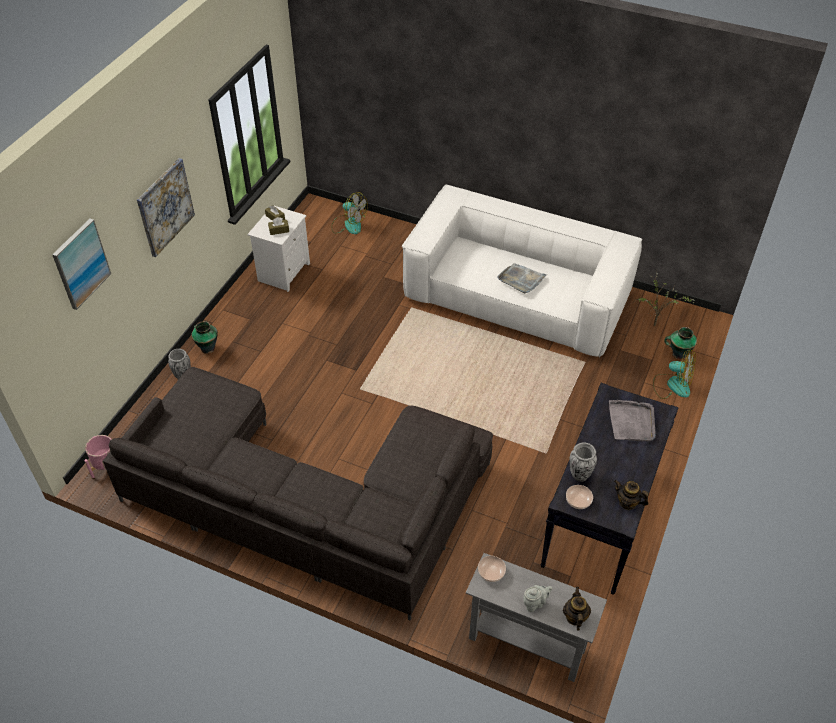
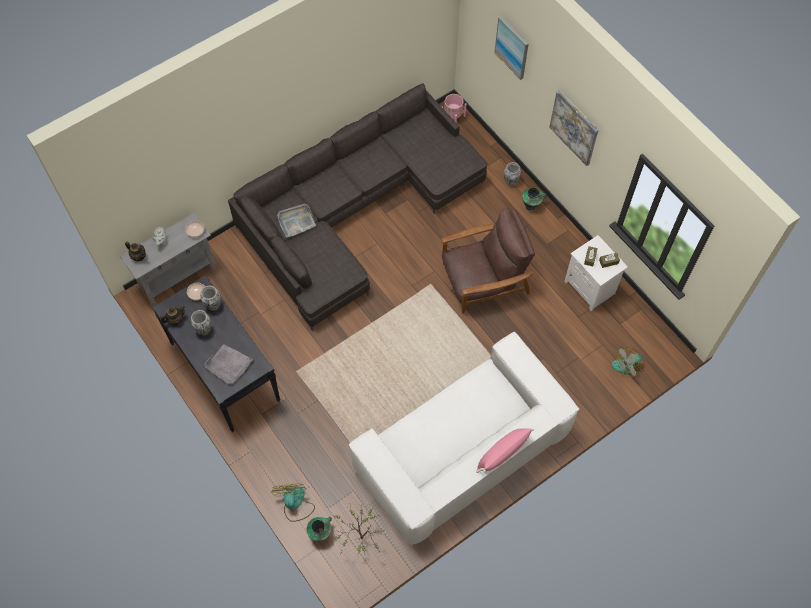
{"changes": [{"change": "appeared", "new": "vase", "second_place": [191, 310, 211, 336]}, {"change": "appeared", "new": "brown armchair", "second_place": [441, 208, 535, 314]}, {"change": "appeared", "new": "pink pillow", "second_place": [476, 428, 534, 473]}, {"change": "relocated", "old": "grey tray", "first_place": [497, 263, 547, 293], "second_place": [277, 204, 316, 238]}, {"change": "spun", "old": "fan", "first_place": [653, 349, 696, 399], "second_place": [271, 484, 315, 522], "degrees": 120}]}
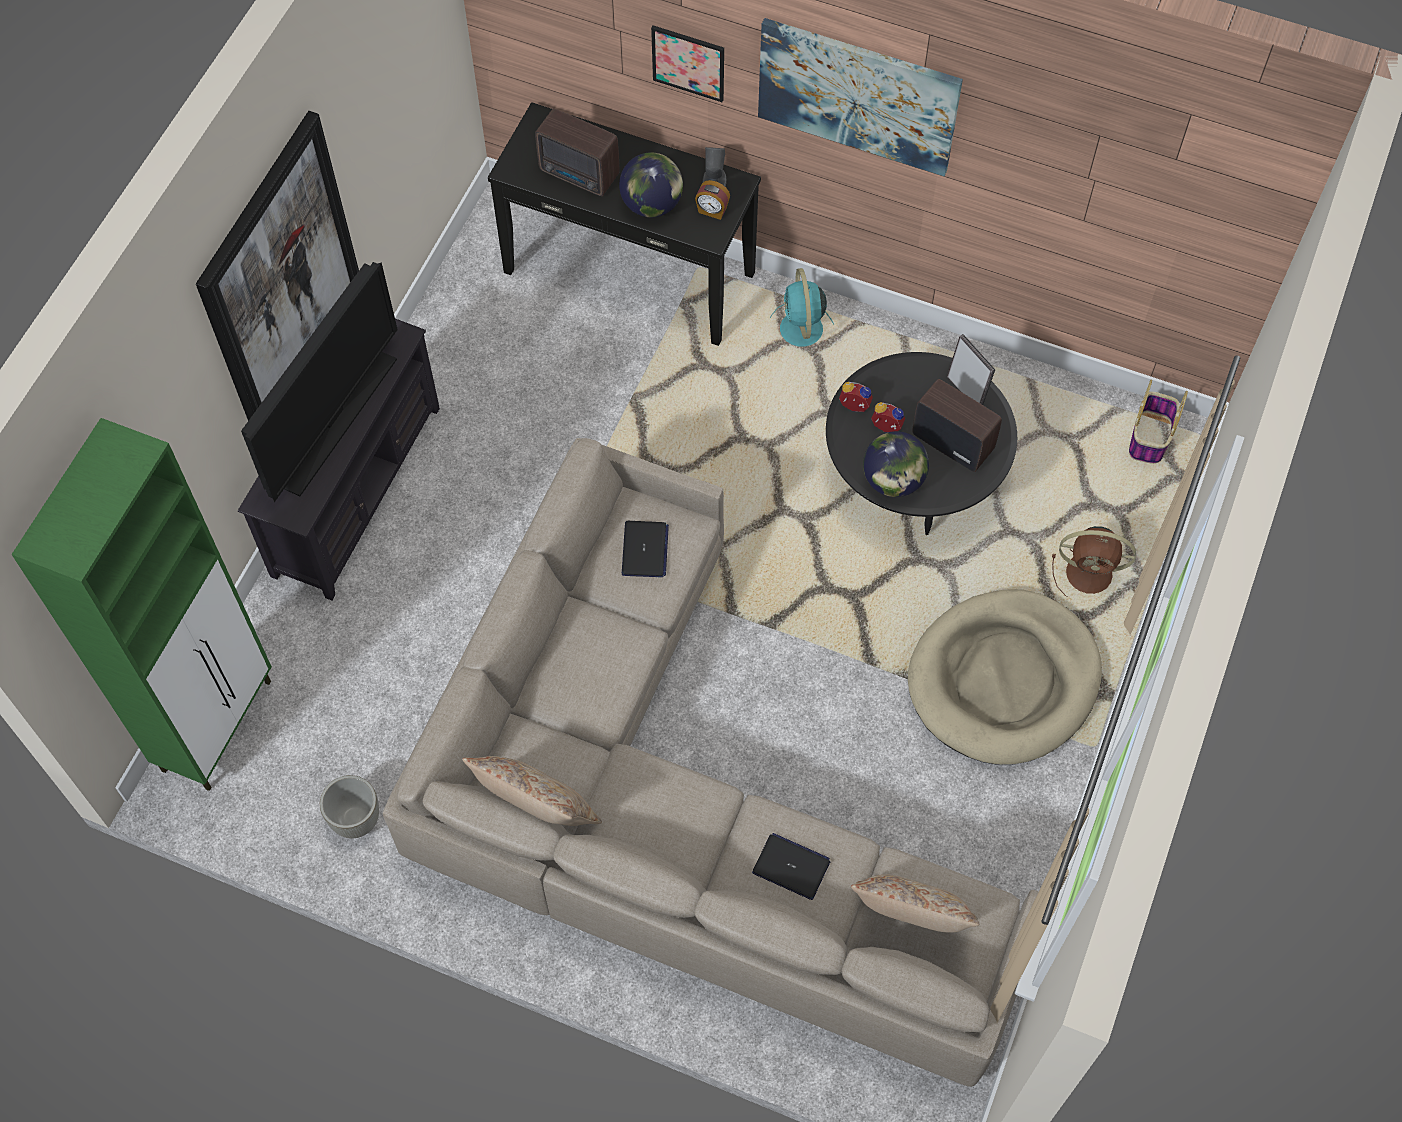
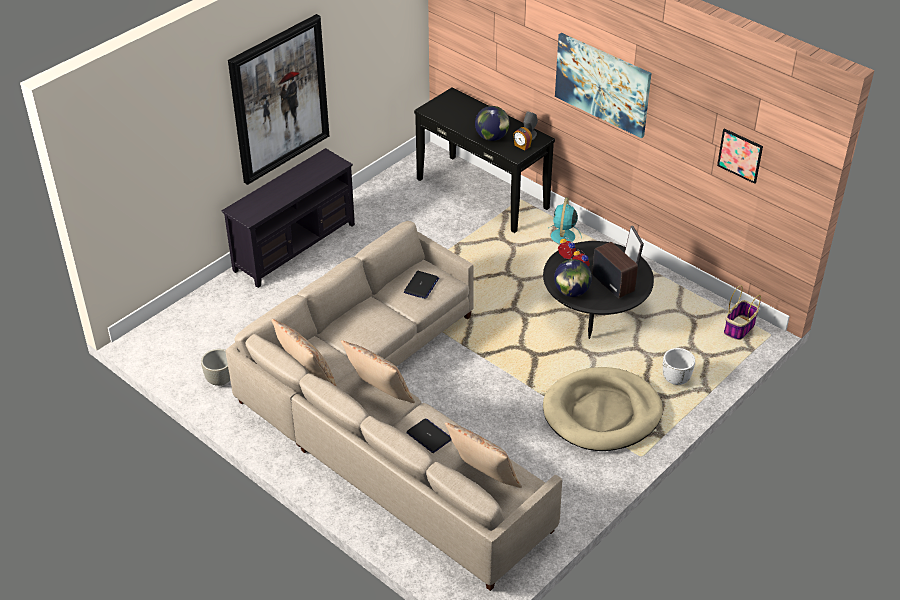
{"changes": [{"change": "missing", "old": "green cabinet", "first_place": [11, 418, 272, 791]}, {"change": "missing", "old": "television", "first_place": [241, 262, 398, 502]}, {"change": "missing", "old": "radio", "first_place": [535, 108, 620, 196]}, {"change": "appeared", "new": "beige pillow", "second_place": [341, 340, 415, 403]}, {"change": "relocated", "old": "picture", "first_place": [651, 25, 724, 102], "second_place": [717, 128, 763, 184]}, {"change": "exchanged", "old": "brown fan", "new": "white planter", "first_place": [1052, 526, 1136, 597], "second_place": [663, 348, 695, 385]}]}
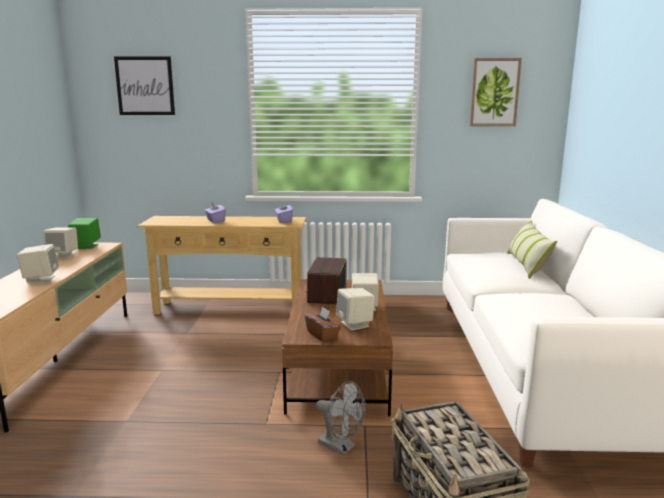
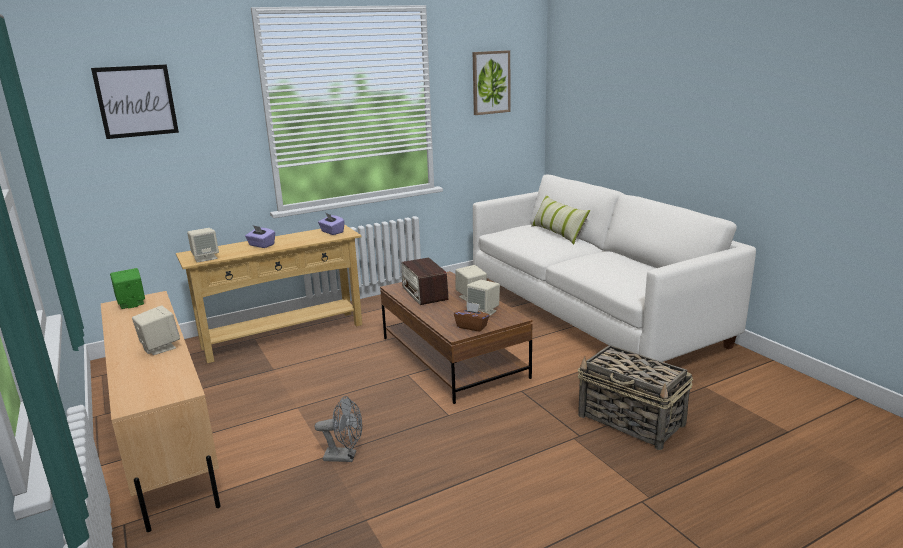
{"changes": [{"change": "relocated", "old": "beige speaker", "first_place": [43, 227, 78, 259], "second_place": [187, 228, 219, 263]}, {"change": "relocated", "old": "grey fan", "first_place": [316, 381, 366, 455], "second_place": [315, 396, 362, 462]}]}
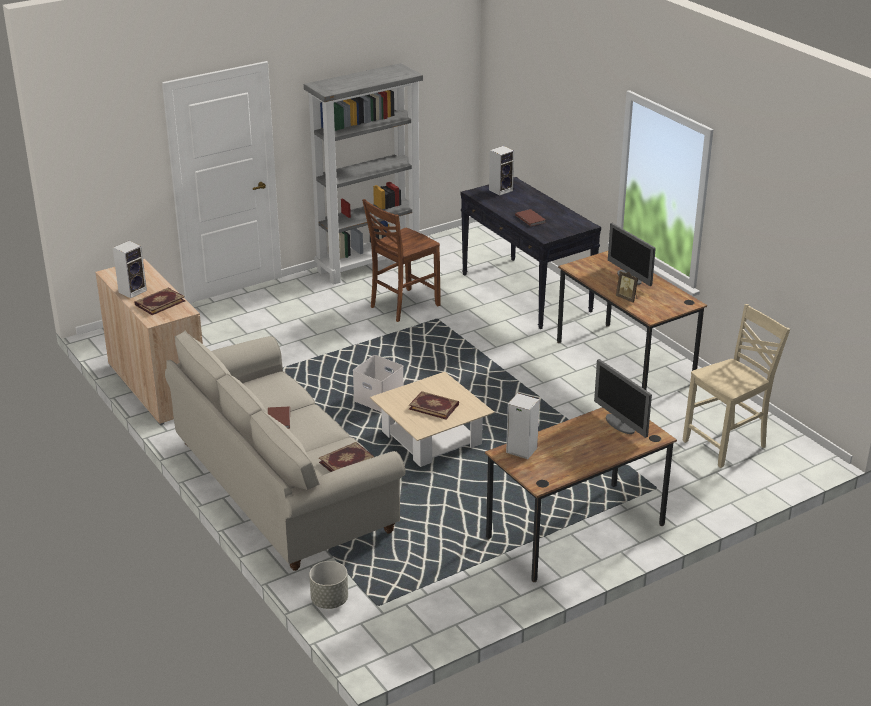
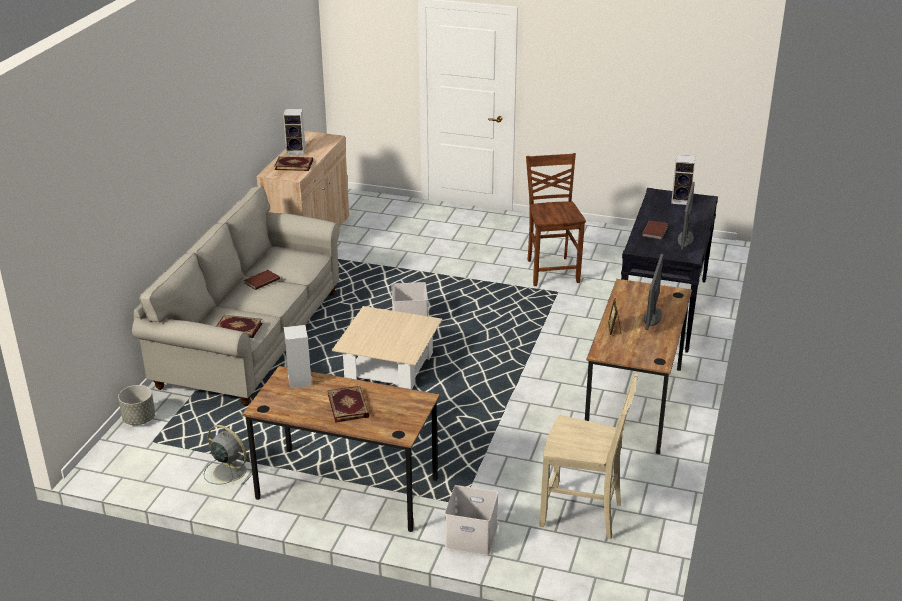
{"changes": [{"change": "missing", "old": "grey bookcase", "first_place": [304, 63, 423, 285]}, {"change": "appeared", "new": "grey fan", "second_place": [203, 425, 252, 485]}, {"change": "appeared", "new": "white storage box", "second_place": [445, 485, 498, 556]}, {"change": "relocated", "old": "book", "first_place": [409, 391, 459, 419], "second_place": [328, 386, 369, 423]}, {"change": "relocated", "old": "monitor", "first_place": [594, 359, 652, 438], "second_place": [678, 182, 695, 249]}, {"change": "spun", "old": "brown chair", "first_place": [362, 199, 441, 322], "second_place": [526, 153, 586, 286], "degrees": 75}]}
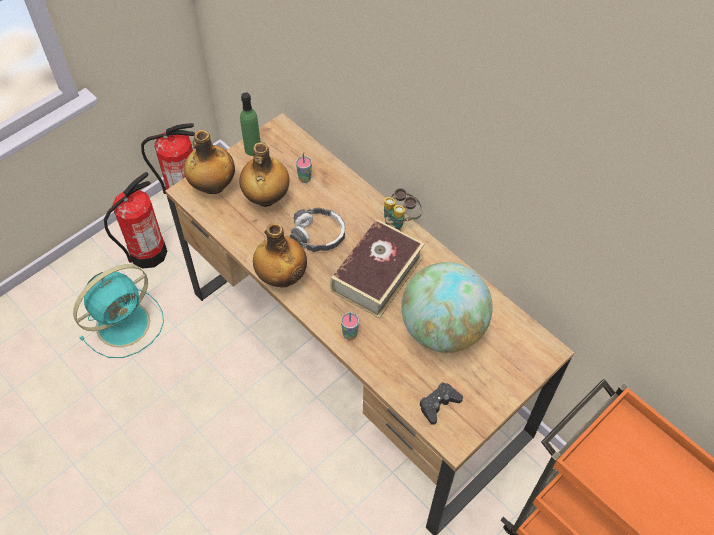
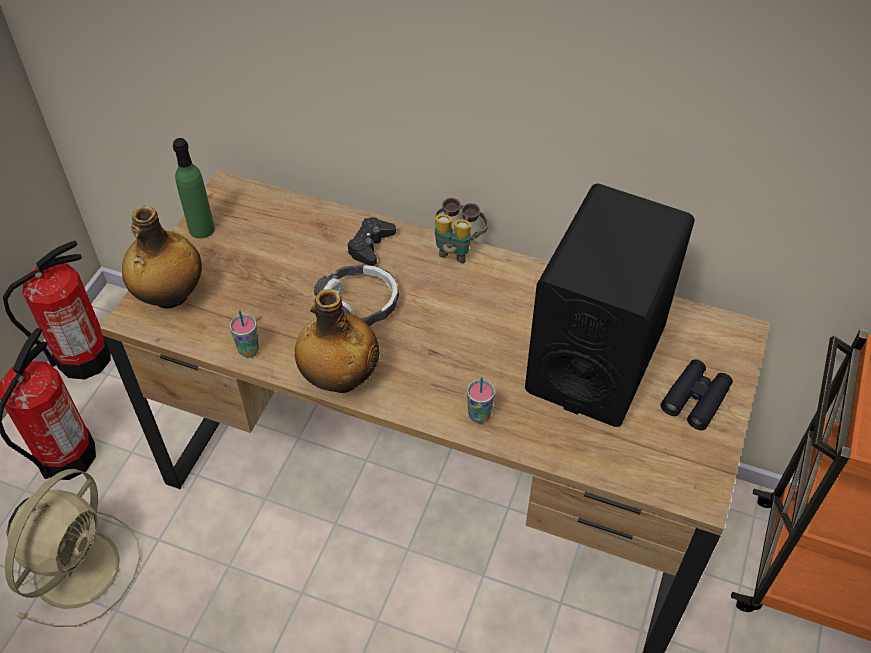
{"changes": [{"change": "missing", "old": "bottle", "first_place": [239, 142, 290, 207]}, {"change": "missing", "old": "book", "first_place": [330, 219, 425, 319]}, {"change": "appeared", "new": "black binoculars", "second_place": [661, 359, 733, 430]}, {"change": "relocated", "old": "cup", "first_place": [296, 153, 312, 183], "second_place": [230, 310, 259, 358]}, {"change": "relocated", "old": "black game controller", "first_place": [419, 382, 463, 425], "second_place": [347, 217, 396, 266]}, {"change": "exchanged", "old": "globe", "new": "black speaker", "first_place": [401, 262, 493, 353], "second_place": [525, 184, 695, 427]}, {"change": "colour", "old": "turquoise fan", "new": "beige fan", "first_place": [73, 264, 164, 358], "second_place": [5, 469, 140, 627]}]}
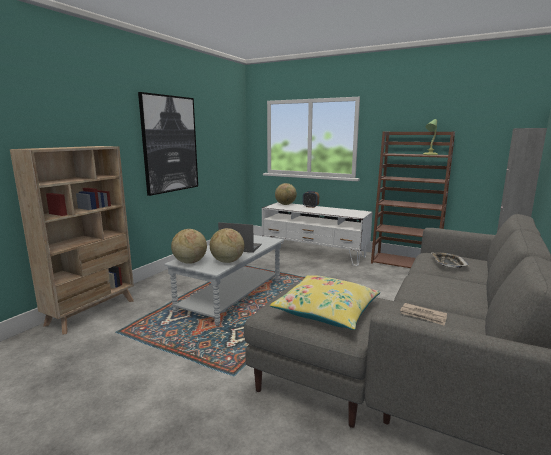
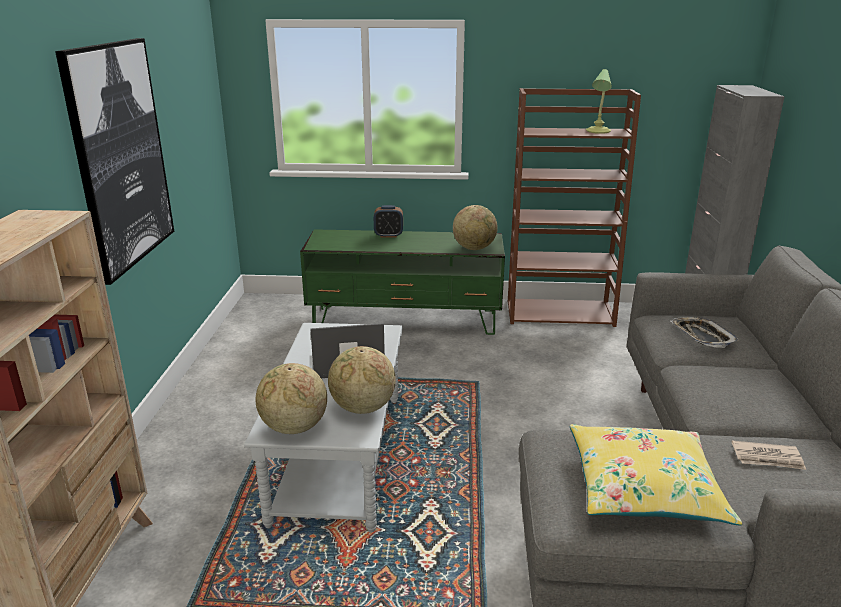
{"changes": [{"change": "relocated", "old": "globe", "first_place": [275, 183, 297, 205], "second_place": [453, 205, 498, 250]}, {"change": "colour", "old": "white tv stand", "new": "green tv stand", "first_place": [262, 202, 373, 266], "second_place": [300, 229, 505, 335]}]}
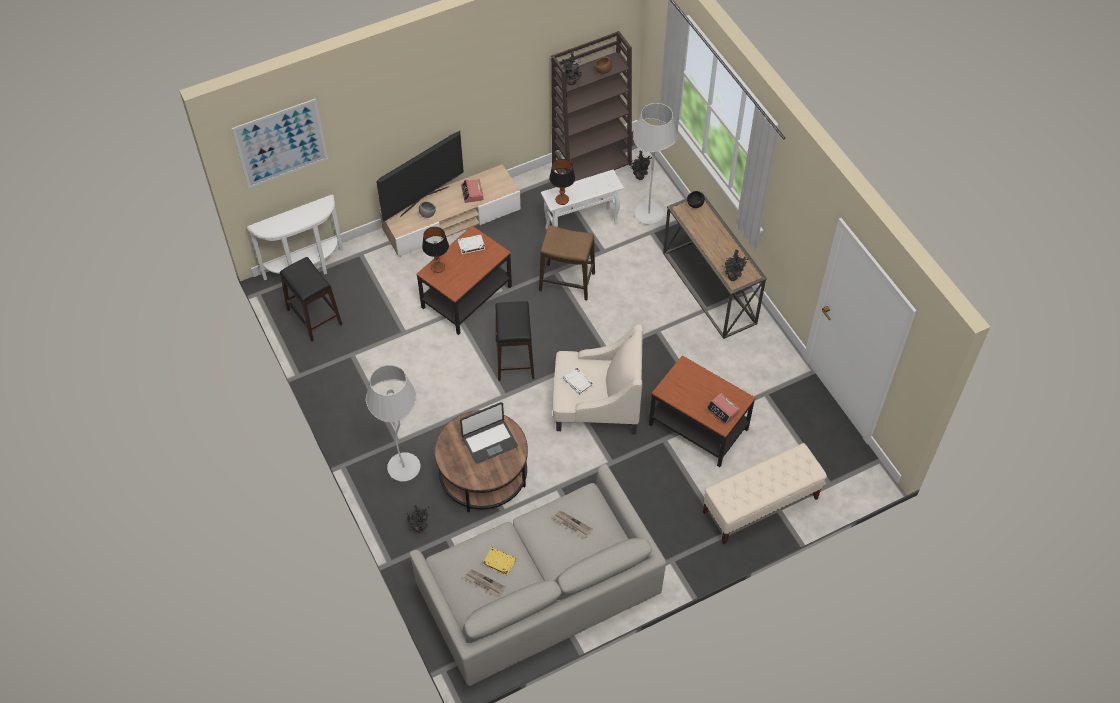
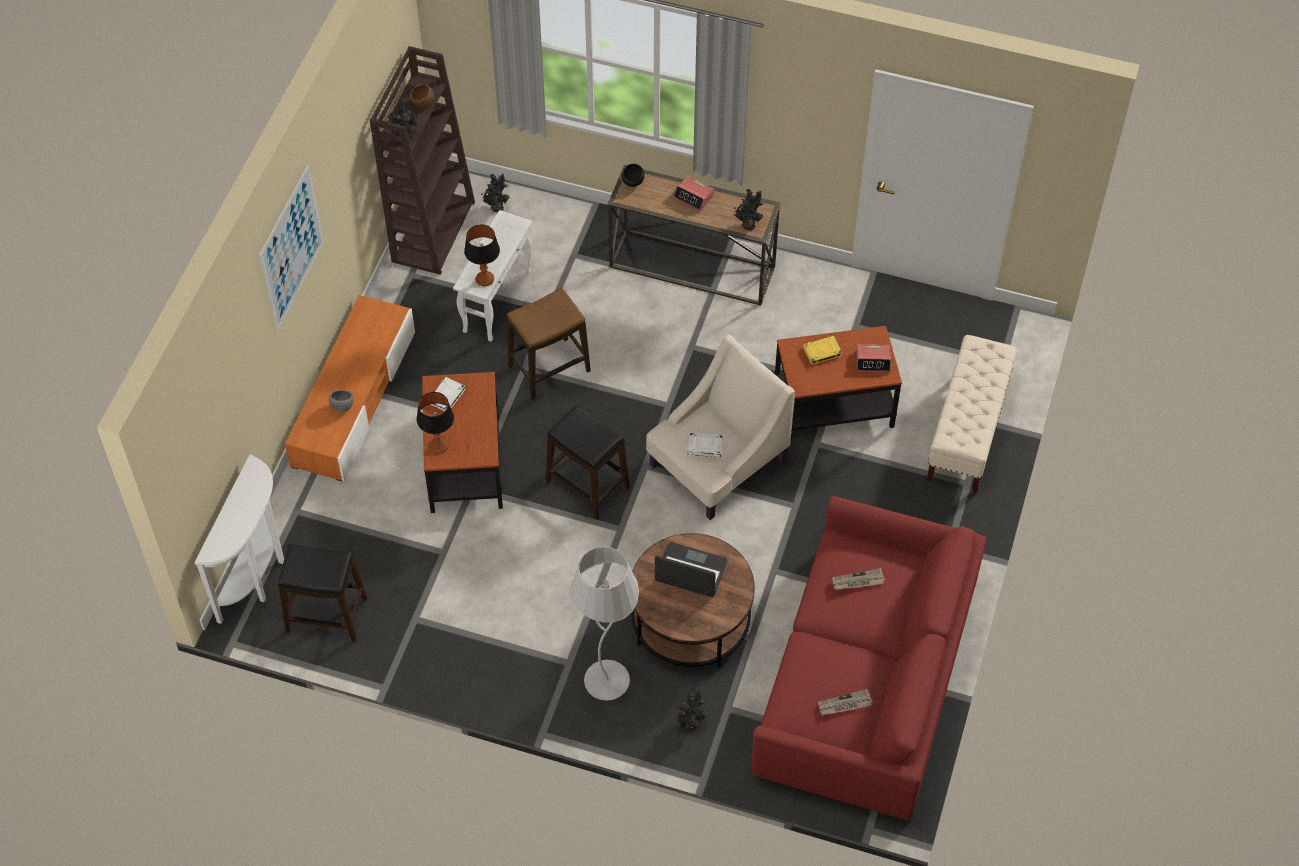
{"changes": [{"change": "missing", "old": "television", "first_place": [376, 131, 464, 222]}, {"change": "missing", "old": "white floor lamp", "first_place": [633, 103, 677, 225]}, {"change": "relocated", "old": "picture", "first_place": [232, 98, 328, 188], "second_place": [259, 165, 324, 331]}, {"change": "relocated", "old": "alarm clock", "first_place": [461, 179, 483, 203], "second_place": [673, 176, 714, 211]}, {"change": "relocated", "old": "yellow book", "first_place": [483, 548, 516, 576], "second_place": [803, 336, 842, 365]}, {"change": "colour", "old": "beige tv stand", "new": "orange tv stand", "first_place": [380, 164, 521, 257], "second_place": [285, 295, 415, 481]}, {"change": "colour", "old": "grey sofa", "new": "red sofa", "first_place": [409, 464, 666, 686], "second_place": [752, 496, 987, 821]}, {"change": "spun", "old": "laptop", "first_place": [460, 402, 518, 464], "second_place": [655, 542, 727, 597], "degrees": -90}]}
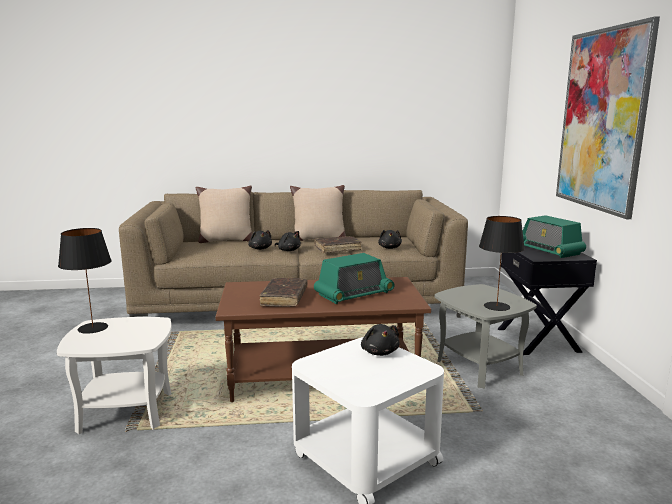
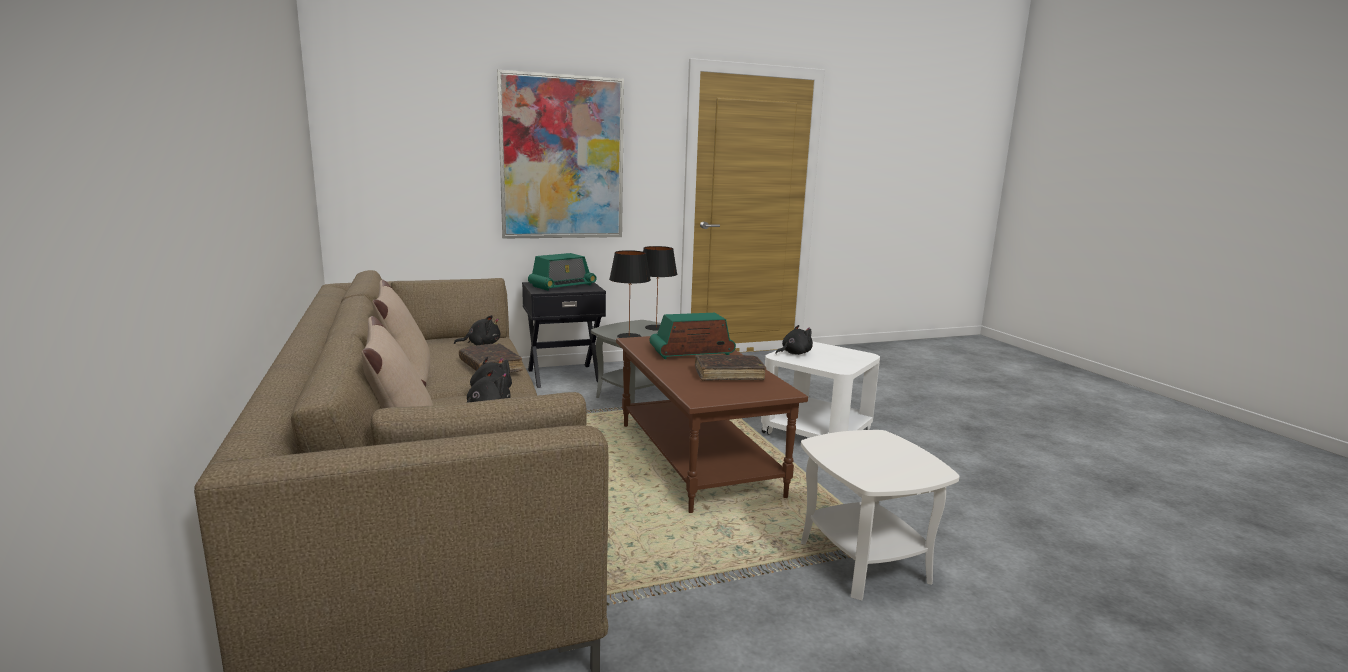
{"changes": [{"change": "relocated", "old": "black table lamp", "first_place": [58, 228, 111, 334], "second_place": [609, 250, 651, 338]}, {"change": "spun", "old": "radio", "first_place": [314, 253, 394, 304], "second_place": [649, 313, 736, 359], "degrees": -60}]}
